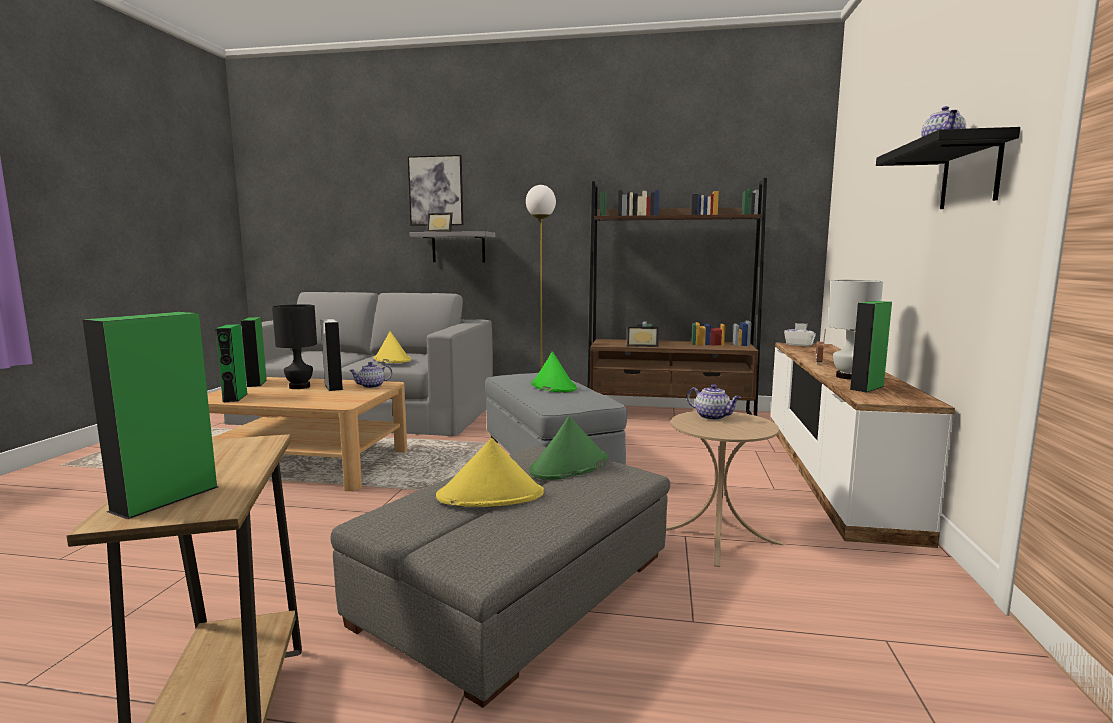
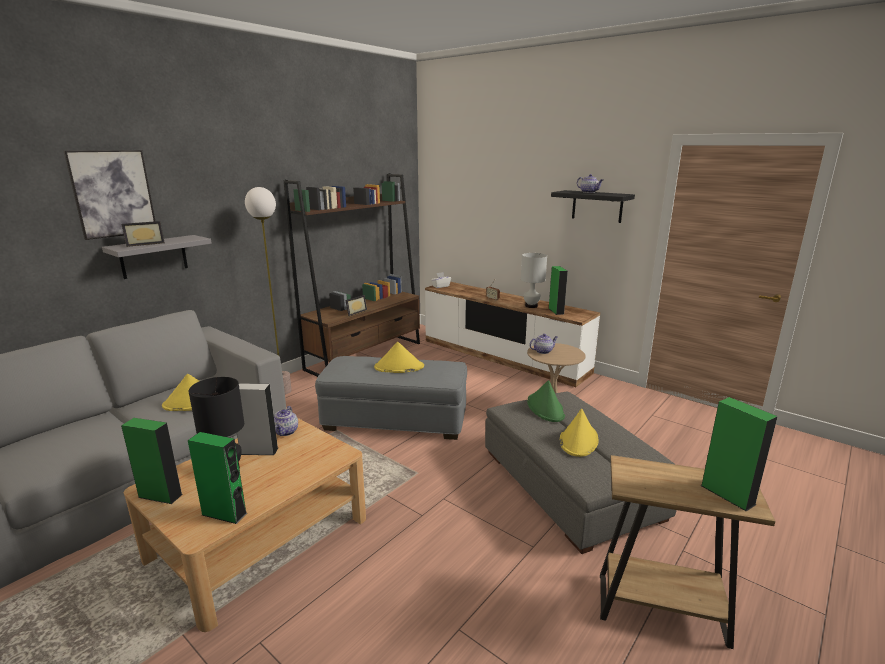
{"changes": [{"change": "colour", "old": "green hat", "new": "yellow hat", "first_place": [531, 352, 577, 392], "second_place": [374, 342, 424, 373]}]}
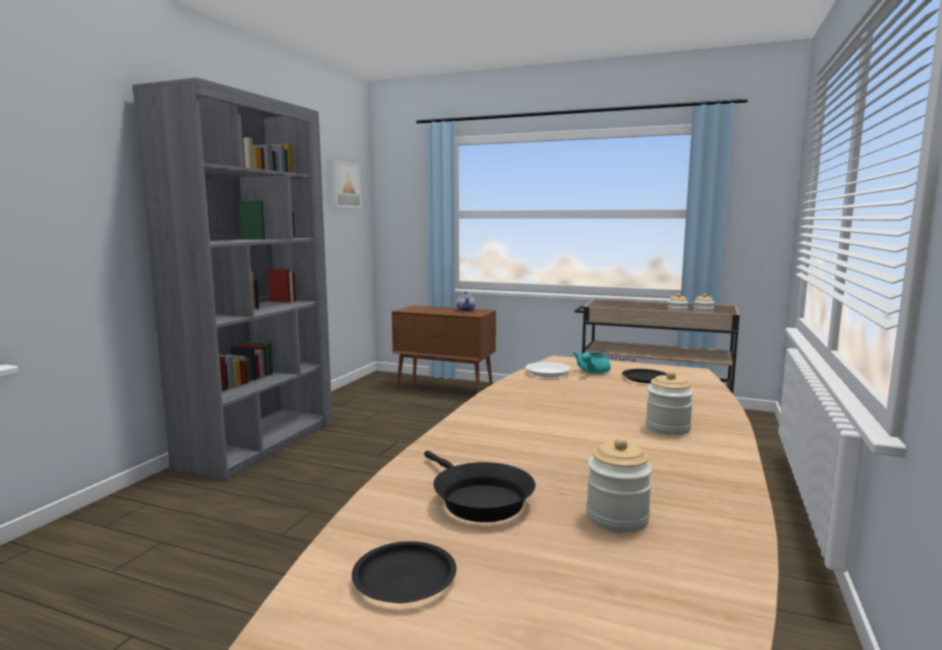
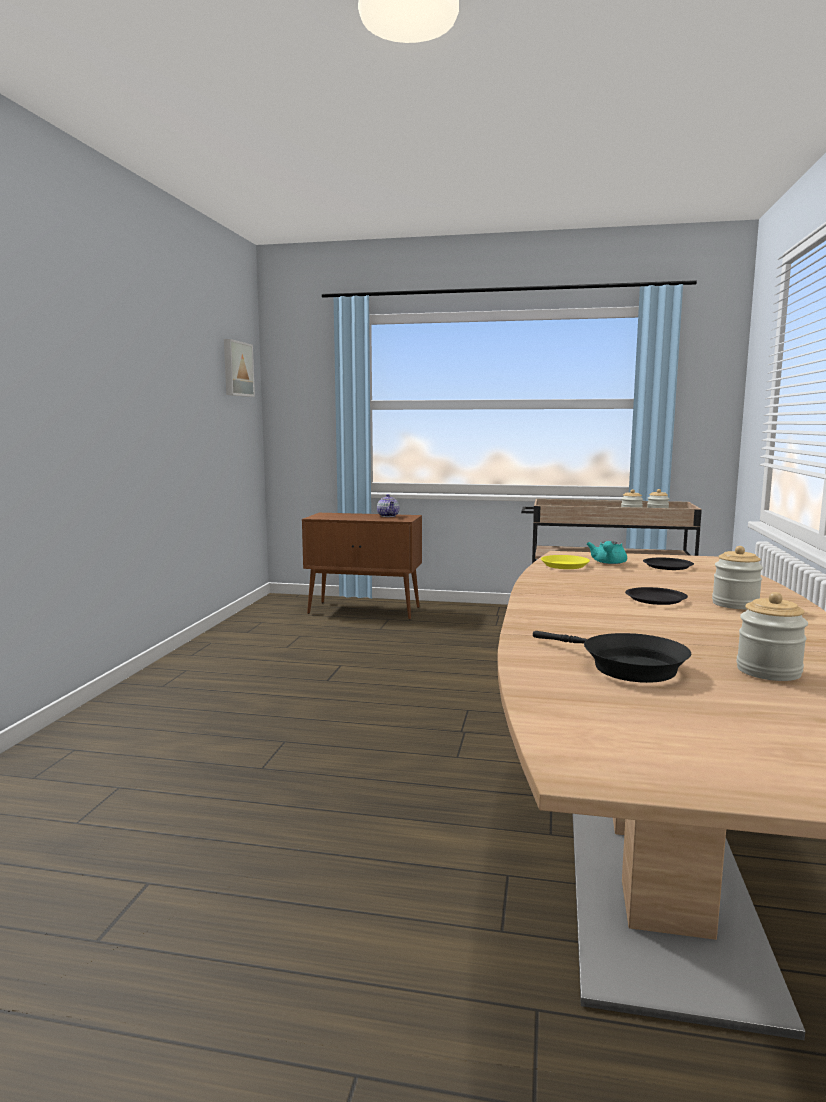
{"changes": [{"change": "missing", "old": "grey bookcase", "first_place": [132, 77, 333, 481]}, {"change": "relocated", "old": "black plate", "first_place": [352, 541, 457, 603], "second_place": [625, 587, 688, 605]}, {"change": "colour", "old": "white plate", "new": "yellow plate", "first_place": [526, 362, 571, 378], "second_place": [541, 555, 590, 569]}]}
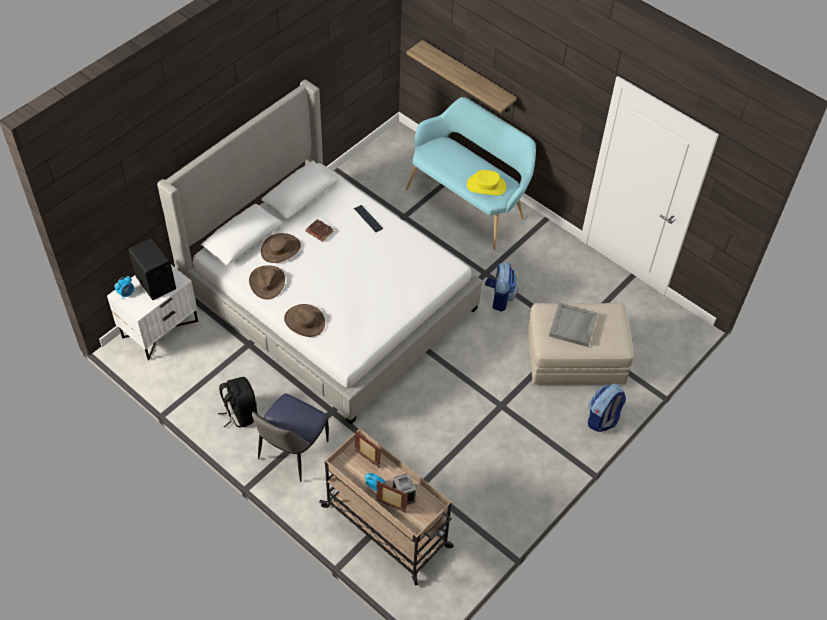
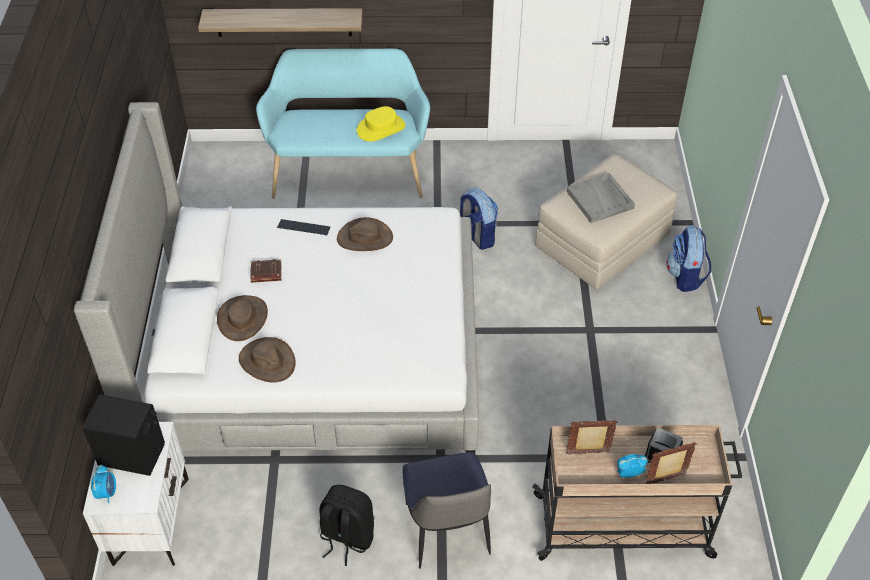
{"changes": [{"change": "relocated", "old": "brown hat", "first_place": [284, 304, 325, 337], "second_place": [337, 217, 393, 251]}]}
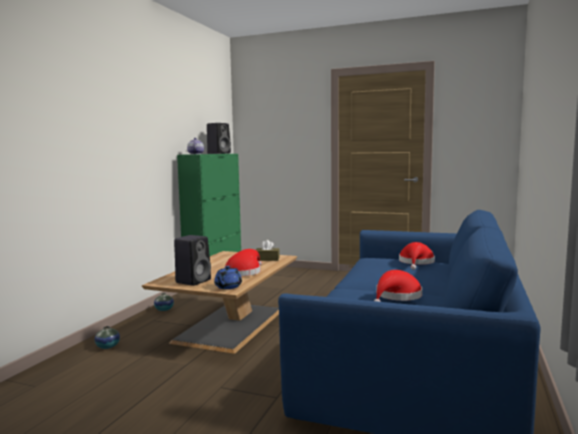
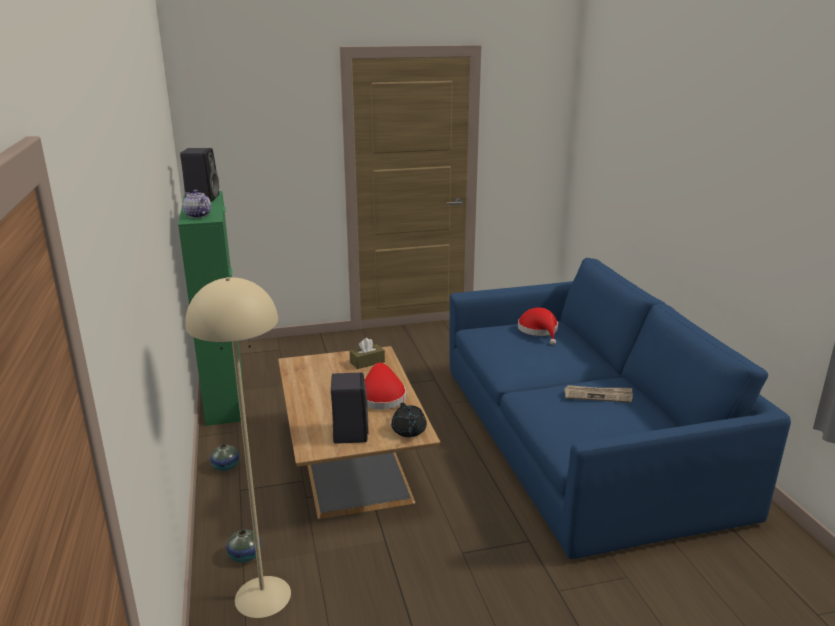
{"changes": [{"change": "appeared", "new": "beige floor lamp", "second_place": [185, 277, 291, 618]}, {"change": "exchanged", "old": "red hat", "new": "newspaper", "first_place": [374, 270, 422, 302], "second_place": [565, 385, 633, 403]}, {"change": "colour", "old": "blue teapot", "new": "black teapot", "first_place": [214, 266, 242, 289], "second_place": [391, 402, 427, 437]}]}
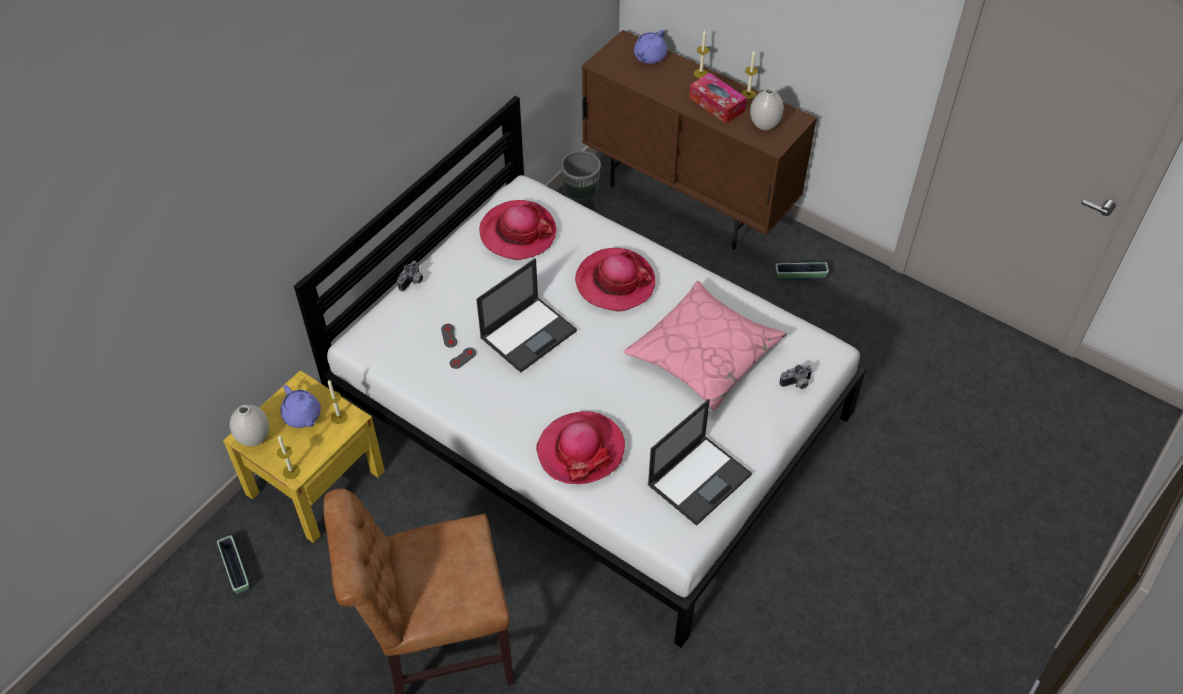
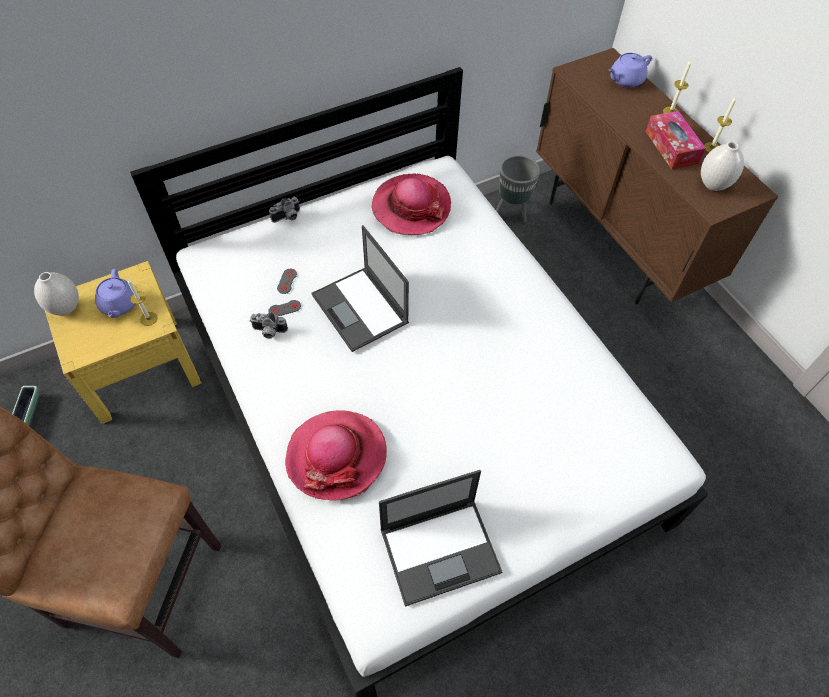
{"changes": [{"change": "missing", "old": "candle", "first_place": [277, 436, 300, 479]}, {"change": "missing", "old": "hat", "first_place": [575, 248, 655, 312]}, {"change": "missing", "old": "pink pillow", "first_place": [623, 281, 787, 410]}, {"change": "missing", "old": "planter", "first_place": [776, 262, 829, 281]}, {"change": "relocated", "old": "photo camera", "first_place": [779, 365, 813, 389], "second_place": [250, 313, 288, 339]}, {"change": "spun", "old": "laptop", "first_place": [476, 258, 577, 373], "second_place": [312, 225, 409, 352], "degrees": 75}]}
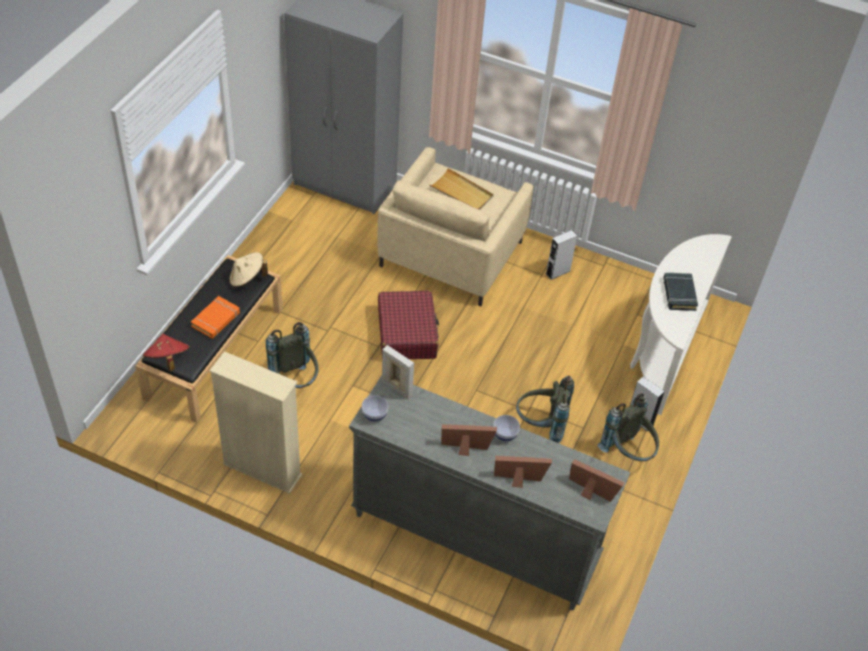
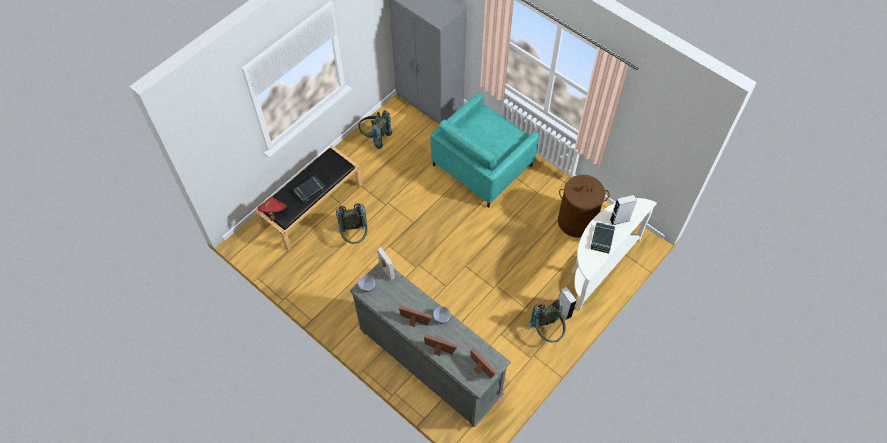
{"changes": [{"change": "missing", "old": "beige bookcase", "first_place": [209, 351, 302, 494]}, {"change": "missing", "old": "beige hat", "first_place": [230, 252, 268, 288]}, {"change": "missing", "old": "red suitcase", "first_place": [378, 290, 439, 359]}, {"change": "missing", "old": "beige tray", "first_place": [429, 168, 494, 210]}, {"change": "appeared", "new": "brown laundry basket", "second_place": [558, 175, 610, 238]}, {"change": "relocated", "old": "grey backpack", "first_place": [516, 376, 574, 443], "second_place": [358, 110, 392, 149]}, {"change": "relocated", "old": "grey speaker", "first_place": [546, 230, 577, 280], "second_place": [610, 195, 637, 225]}, {"change": "colour", "old": "orange book", "new": "black book", "first_place": [191, 296, 240, 339], "second_place": [293, 175, 326, 203]}, {"change": "colour", "old": "beige armchair", "new": "turquoise armchair", "first_place": [378, 147, 533, 307], "second_place": [430, 93, 539, 208]}]}
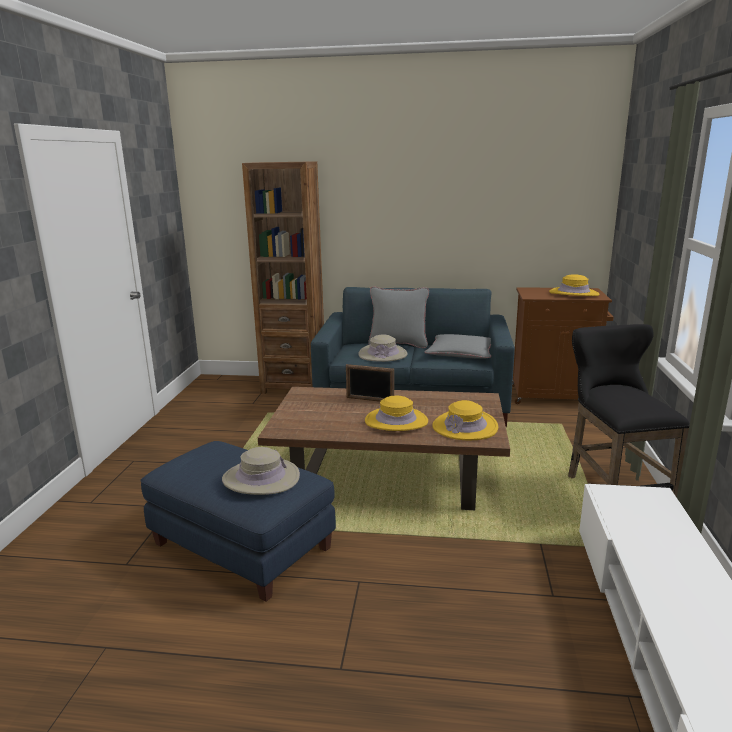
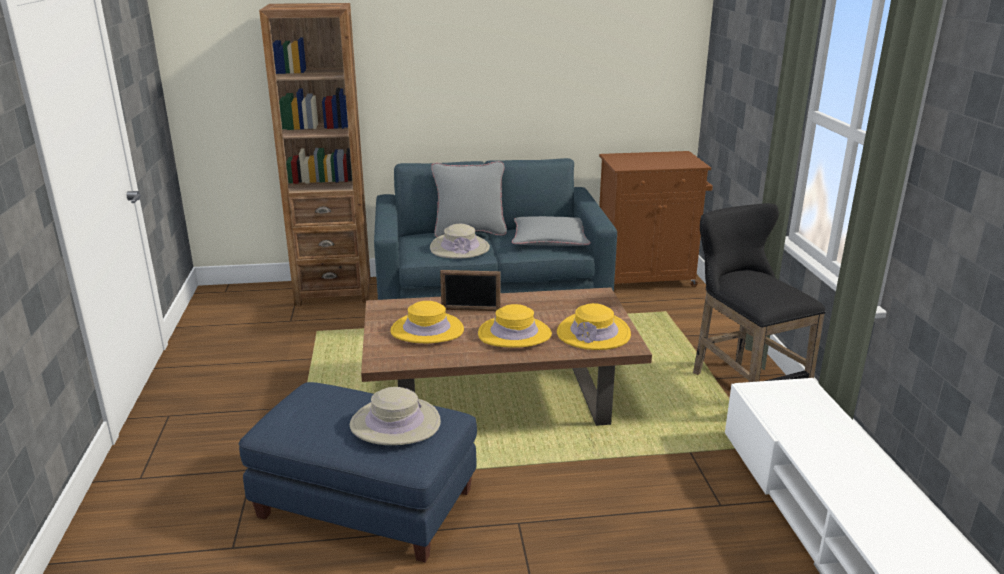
{"changes": [{"change": "relocated", "old": "yellow hat", "first_place": [549, 274, 599, 296], "second_place": [390, 301, 464, 343]}]}
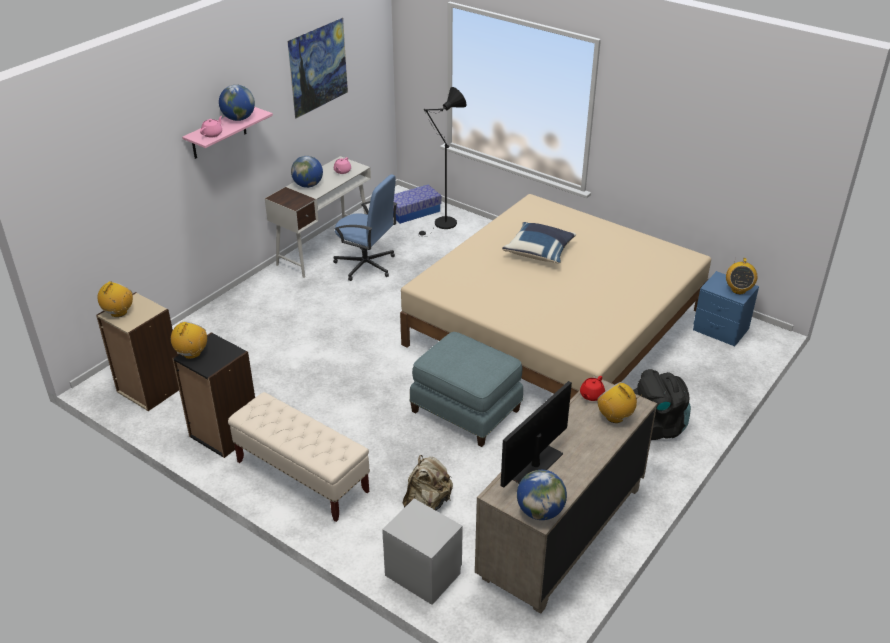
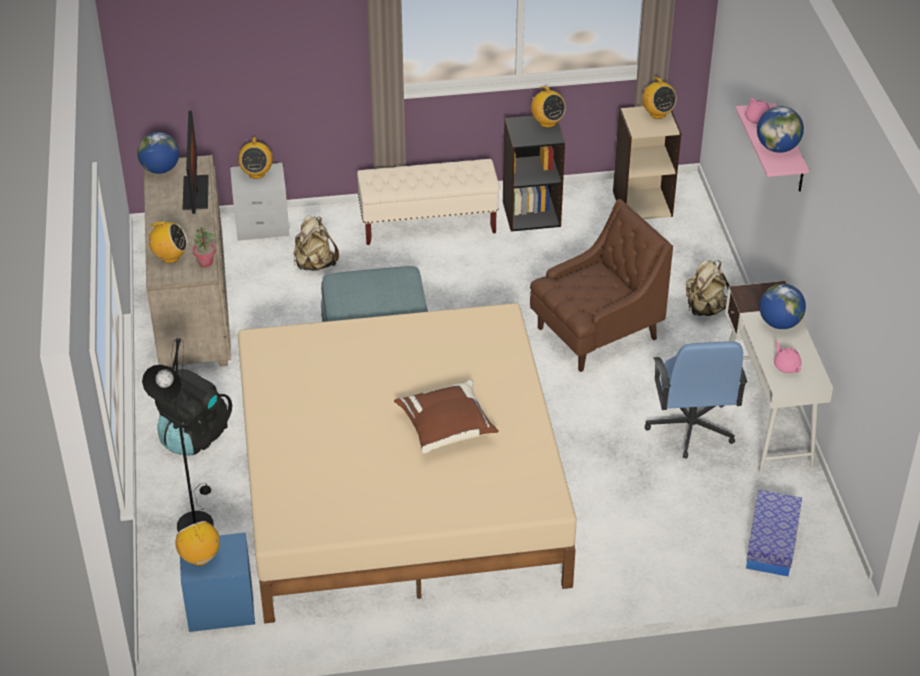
{"changes": [{"change": "missing", "old": "picture", "first_place": [287, 18, 348, 119]}, {"change": "appeared", "new": "radio", "second_place": [238, 137, 273, 179]}, {"change": "appeared", "new": "brown armchair", "second_place": [530, 199, 673, 372]}, {"change": "appeared", "new": "beige backpack", "second_place": [686, 260, 730, 316]}, {"change": "relocated", "old": "black floor lamp", "first_place": [418, 87, 467, 237], "second_place": [142, 338, 213, 532]}, {"change": "exchanged", "old": "red teapot", "new": "potted plant", "first_place": [580, 376, 605, 401], "second_place": [192, 226, 216, 267]}, {"change": "colour", "old": "blue pillow", "new": "brown pillow", "first_place": [502, 222, 576, 263], "second_place": [394, 380, 499, 454]}, {"change": "spun", "old": "blue office chair", "first_place": [333, 175, 397, 281], "second_place": [645, 341, 747, 459], "degrees": -75}]}
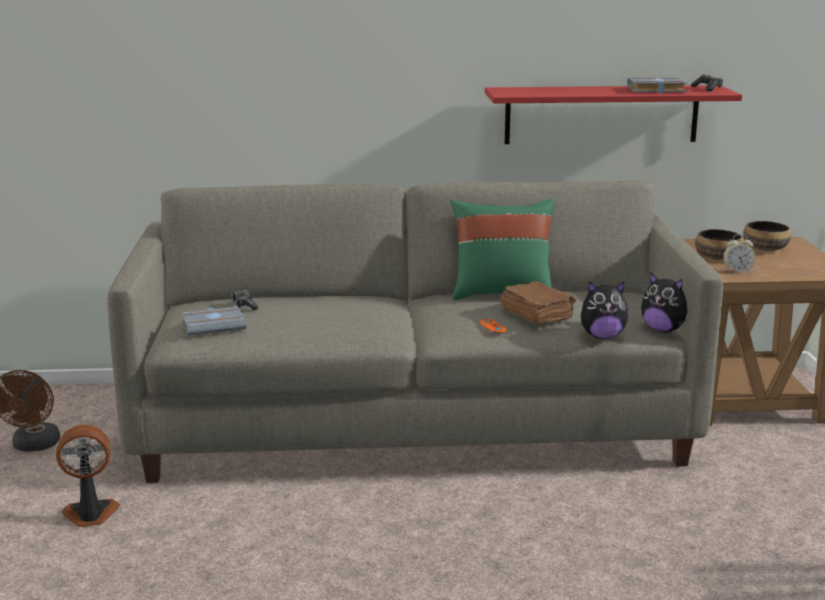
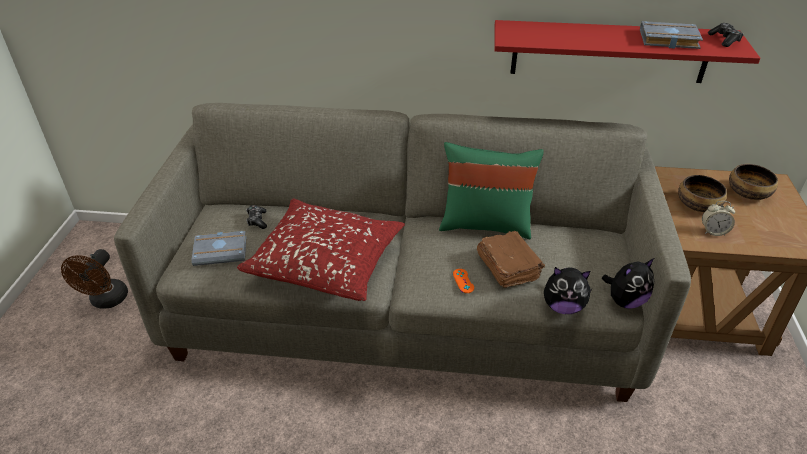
{"changes": [{"change": "missing", "old": "fan", "first_place": [56, 425, 120, 527]}, {"change": "appeared", "new": "red pillow", "second_place": [237, 199, 405, 301]}, {"change": "spun", "old": "plush toy", "first_place": [641, 272, 689, 332], "second_place": [602, 258, 654, 309], "degrees": -75}]}
